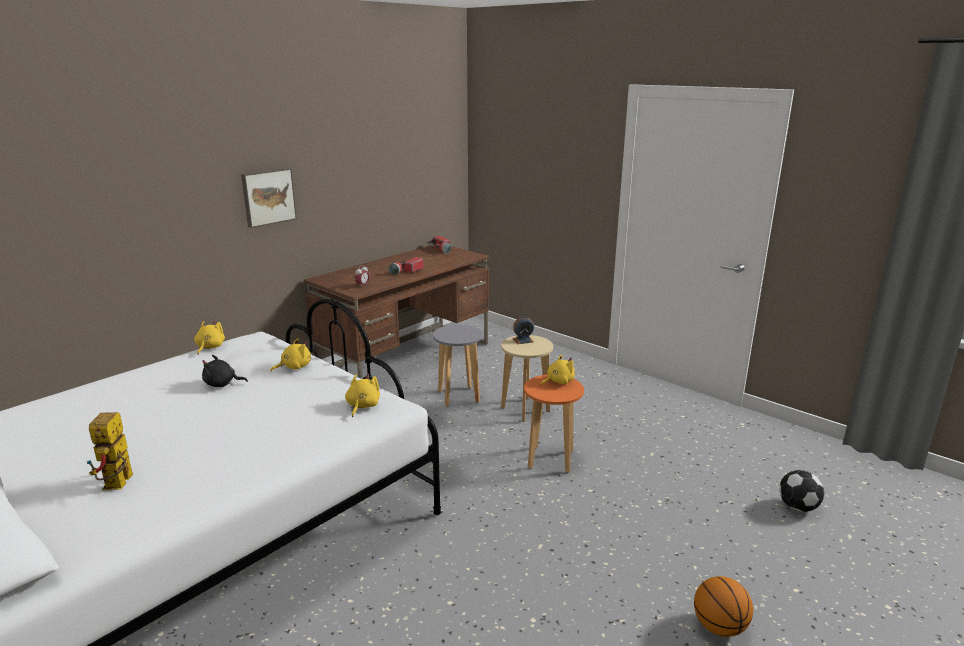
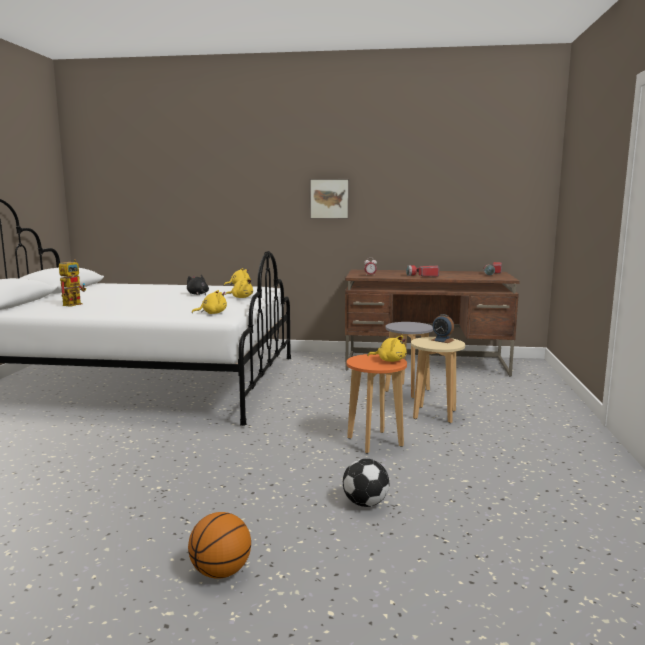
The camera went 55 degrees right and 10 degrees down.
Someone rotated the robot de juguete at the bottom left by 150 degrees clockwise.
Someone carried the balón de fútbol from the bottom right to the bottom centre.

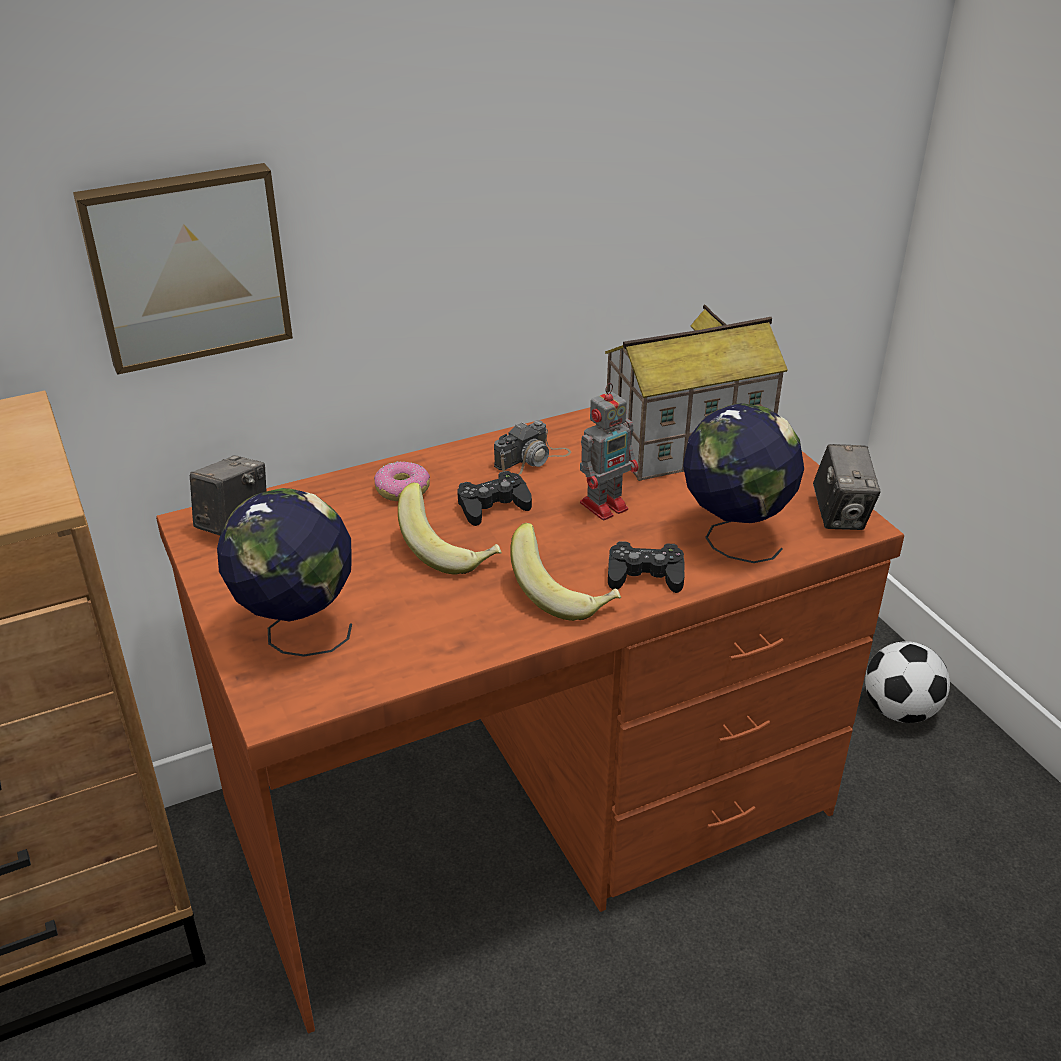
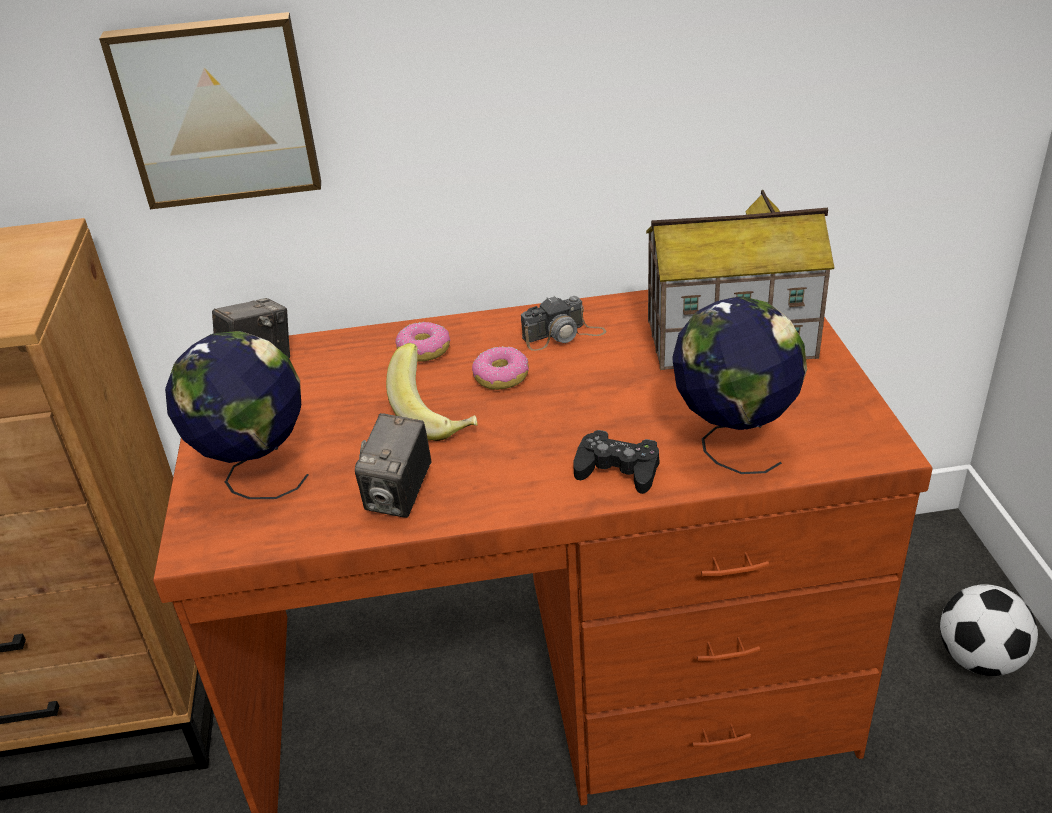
The camera went 20 degrees right and 0 degrees up.
Someone took away the robot de juguete at the centre.
Someone carried the cámara (3rd from left in the first image) from the middle right to the centre.
Someone swapped the mando de consola [negro] (1st from left) at the centre for the rosquilla (2nd from left) at the centre.
Someone took away the plátano (2nd from left) at the centre.

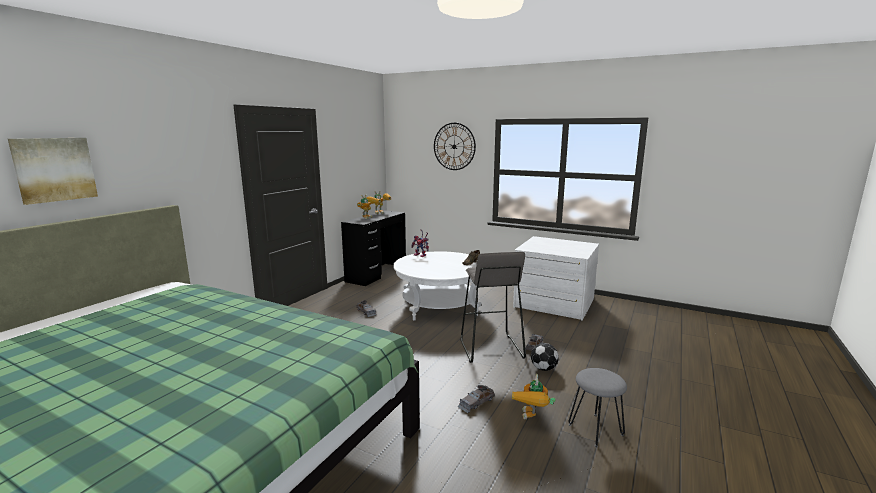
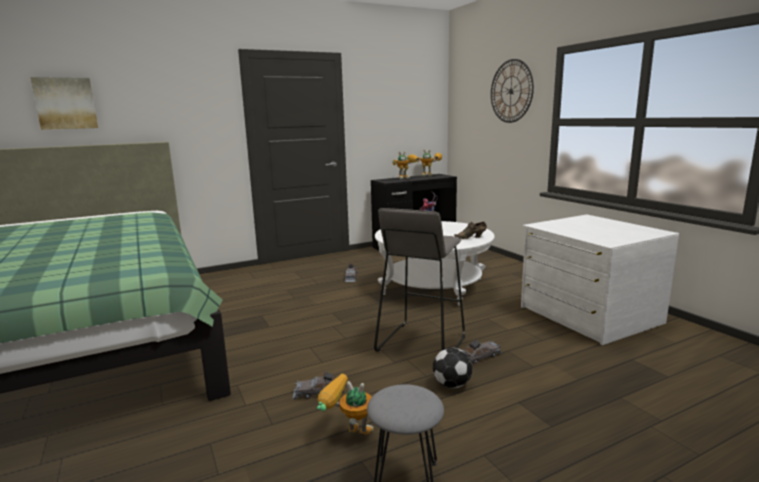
The camera went 35 degrees right and 0 degrees up.
Someone rotated the robot de juguete (4th from left in the first image) at the bottom centre by 60 degrees clockwise.

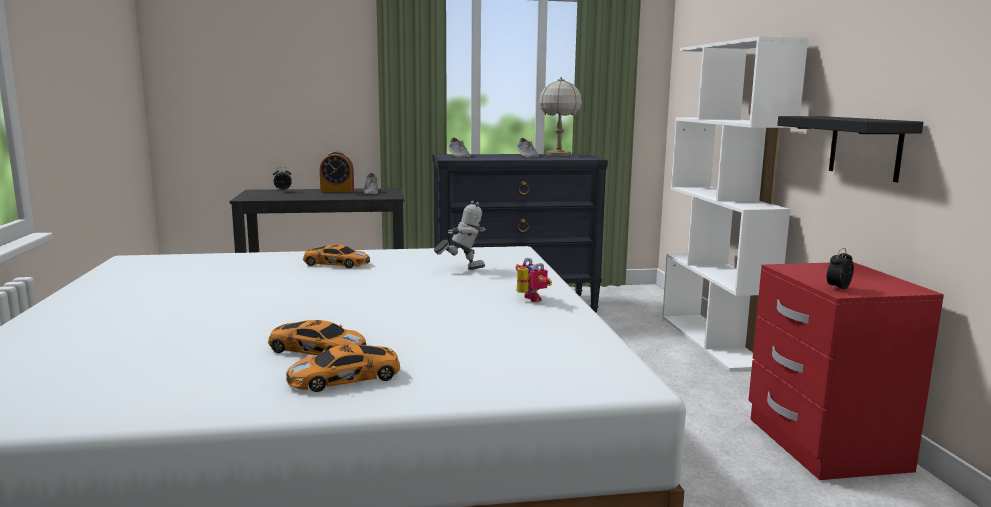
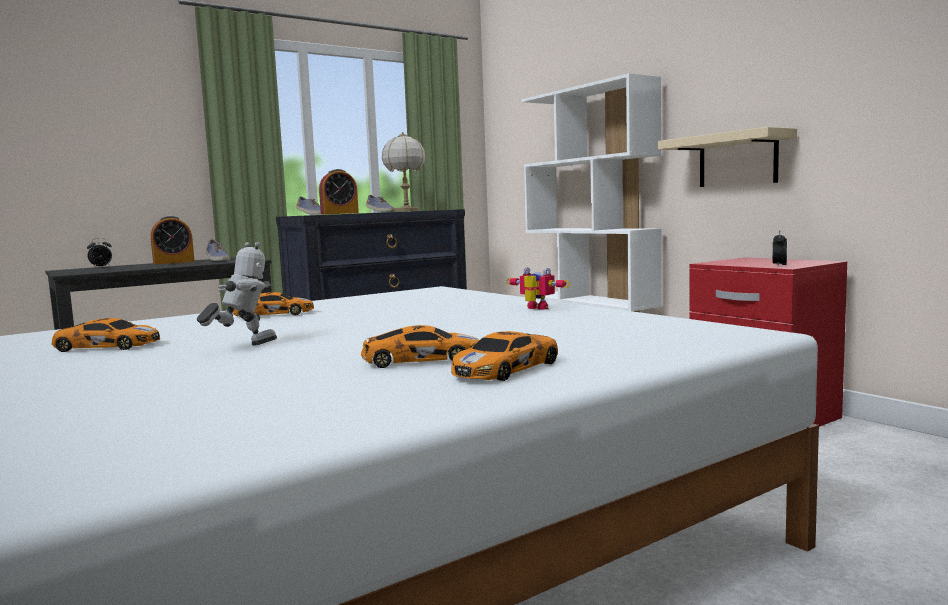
The camera went 25 degrees left and 5 degrees down.
Someone repainted the estante [negro] at the top right, which became the estante [beis] at the top right.
Someone carried the robot de juguete (1st from left) from the centre to the middle left.
Someone put down the despertador (3rd from left) at the top centre.
Someone put down the coche de juguete (1st from left) at the middle left.

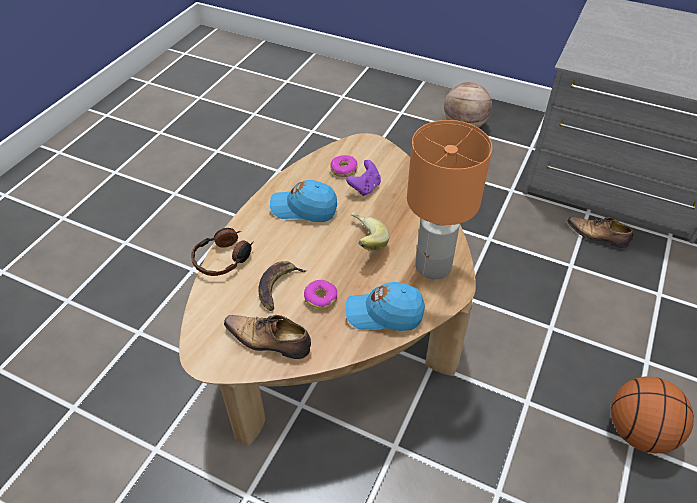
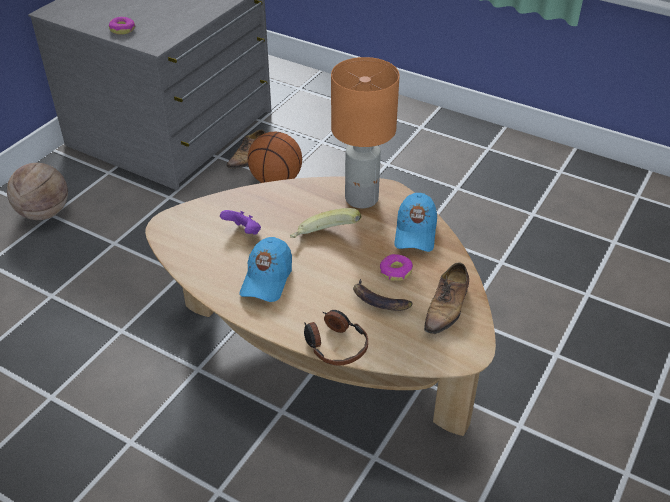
The camera went 85 degrees left and 5 degrees down.
Someone carried the rosquilla (2nd from left in the first image) from the top centre to the top left.
Someone carried the balón de baloncesto (2nd from left) from the bottom right to the top centre.

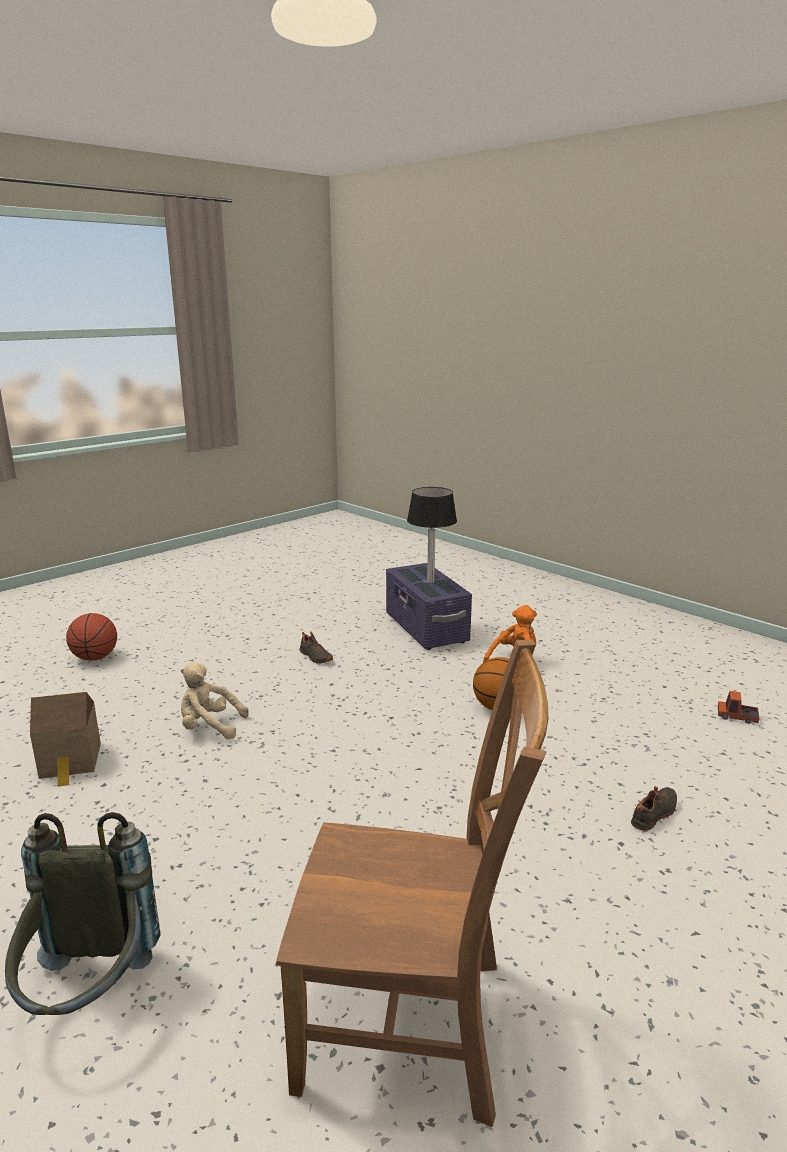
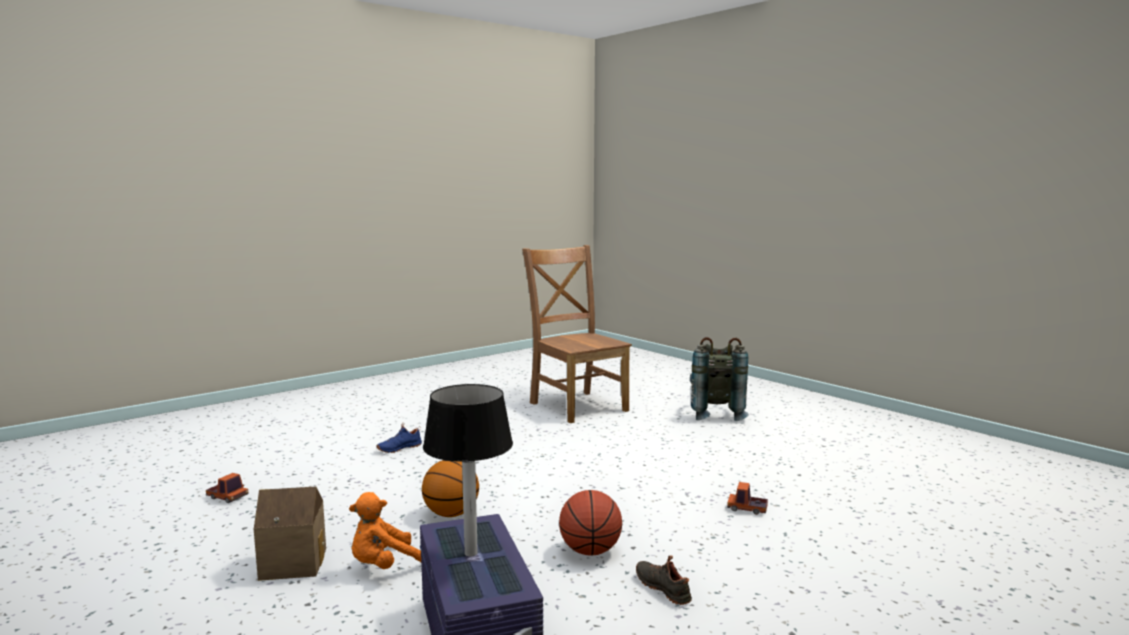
The camera went 175 degrees left and 10 degrees down.
Someone carried the balón de baloncesto (1st from left in the first image) from the middle left to the bottom centre.
Someone rotated the silla [marrón] at the bottom centre by 45 degrees clockwise.
Someone swapped the peluche [beis] at the middle left for the camión de juguete (2nd from left) at the bottom centre.
Someone carried the casita from the middle left to the bottom left.
Someone repainted the zapato [negro] (2nd from left) at the bottom right, which became the zapato [azul] at the bottom centre.

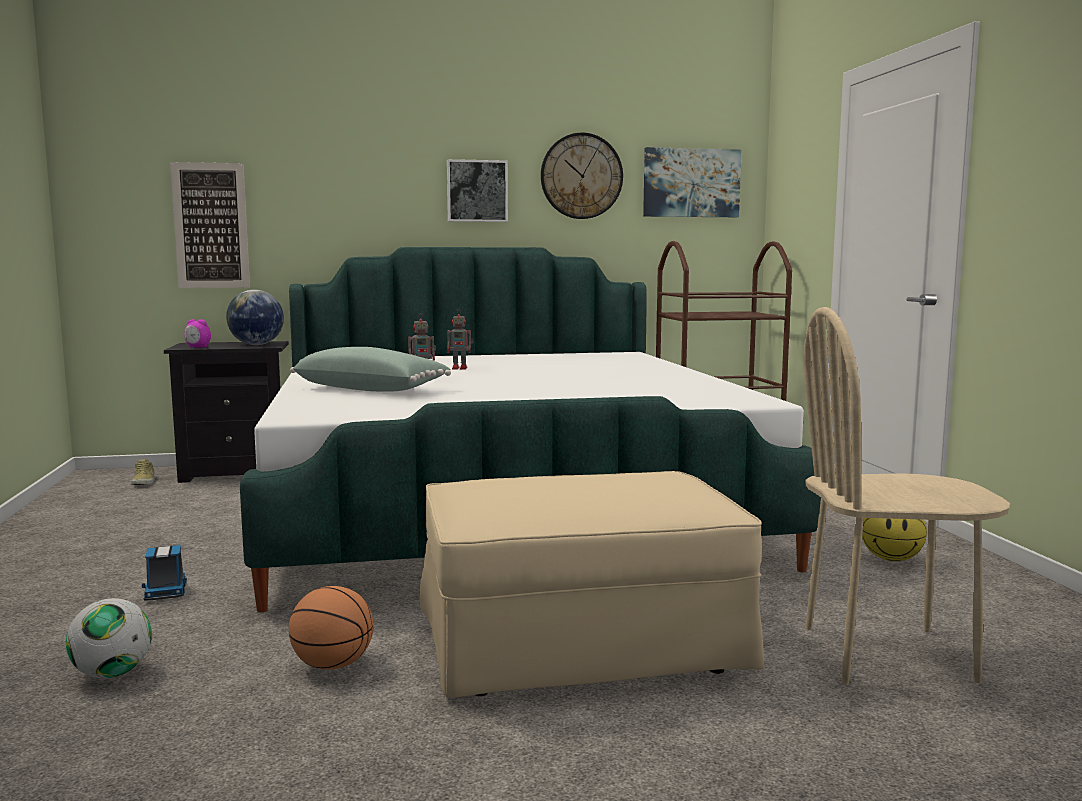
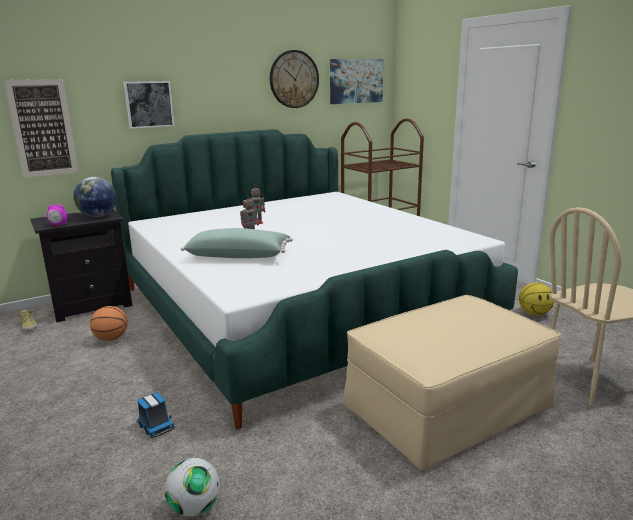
The camera went 20 degrees left and 10 degrees up.
Someone carried the cuadro (2nd from left) from the top centre to the top left.
Someone carried the balón de baloncesto (1st from left) from the bottom left to the middle left.

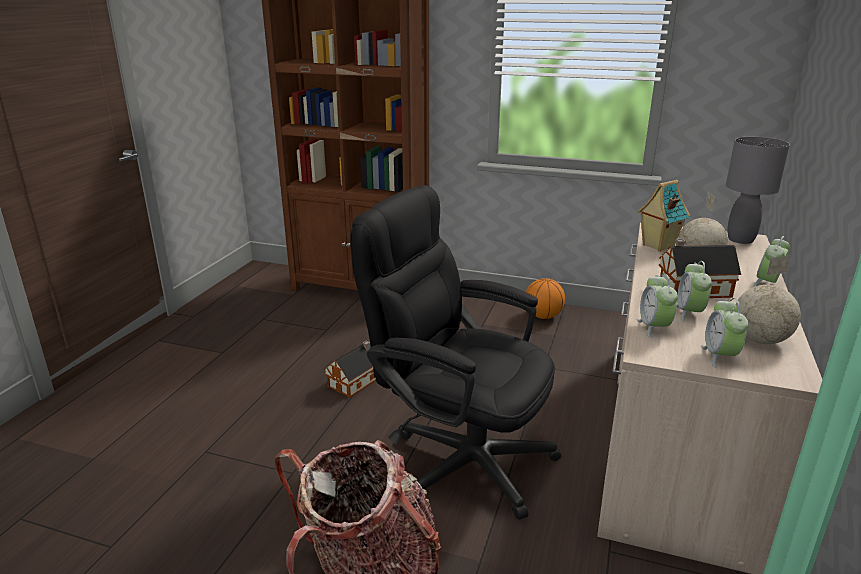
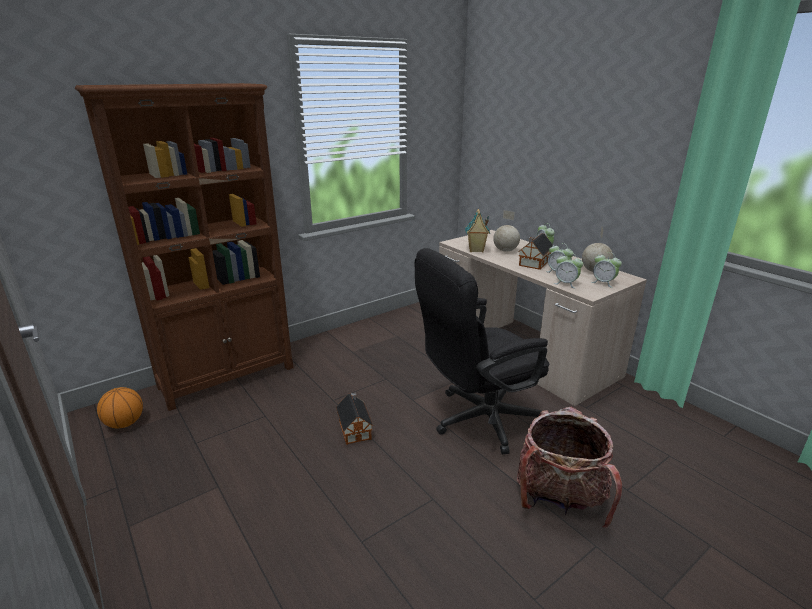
The camera went 55 degrees left and 0 degrees up.
Someone took away the lámpara de mesa [gris] at the top right.
Someone carried the balón de baloncesto from the centre to the bottom left.

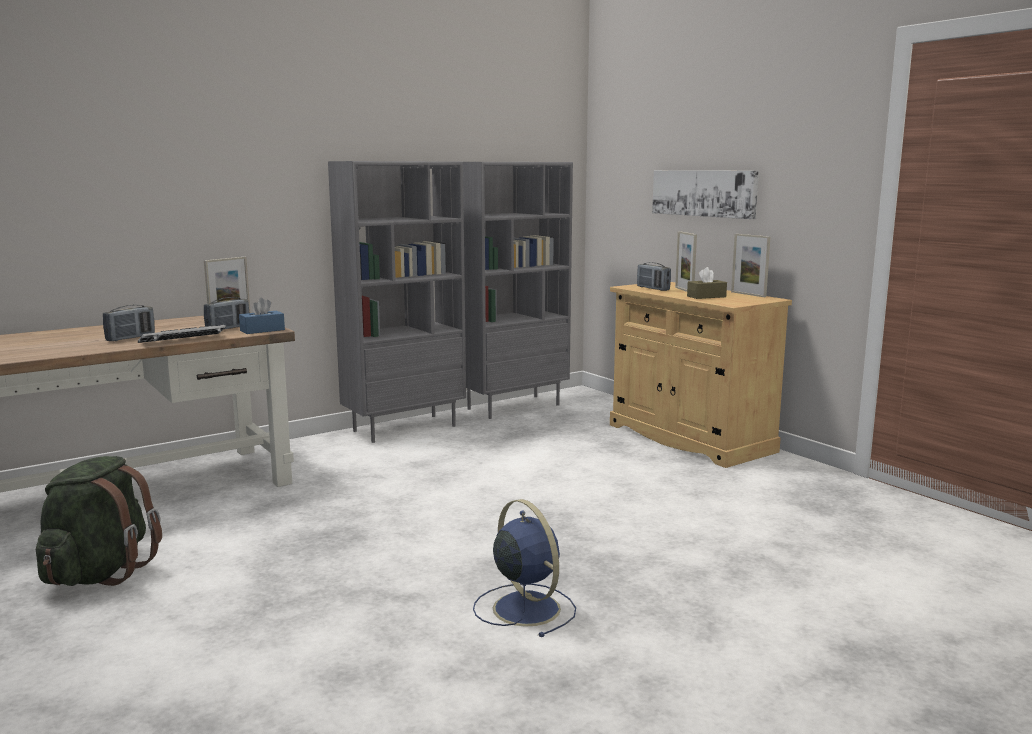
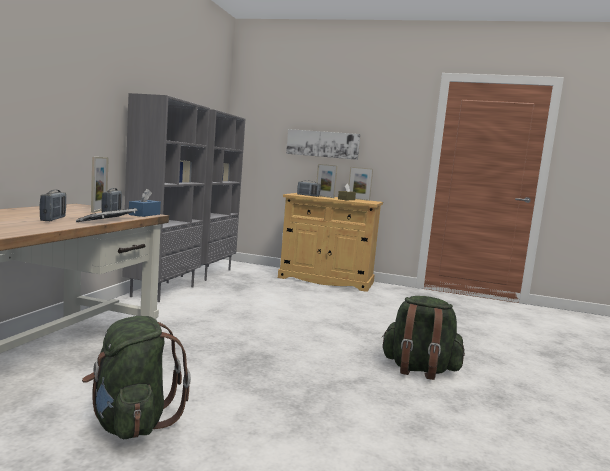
The camera went 40 degrees left and 5 degrees down.
Someone swapped the ventilador [azul] at the bottom centre for the mochila [verde] (2nd from left) at the bottom right.

